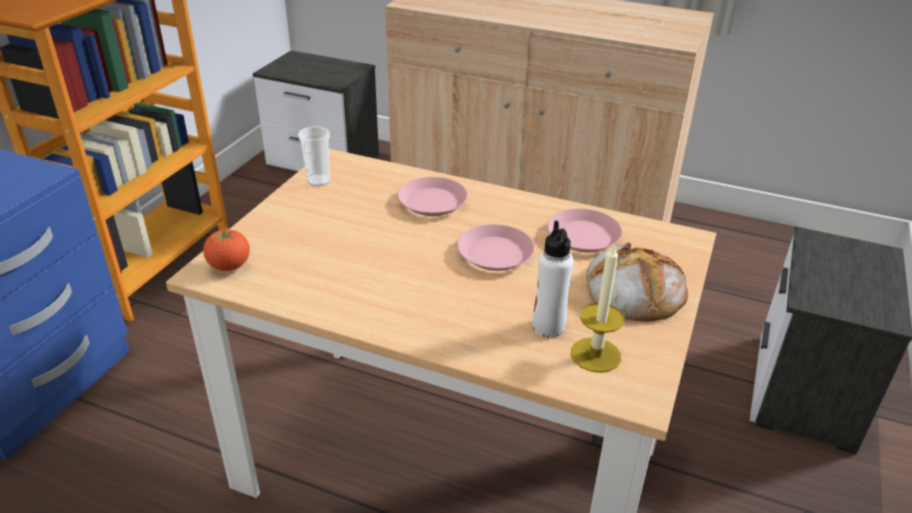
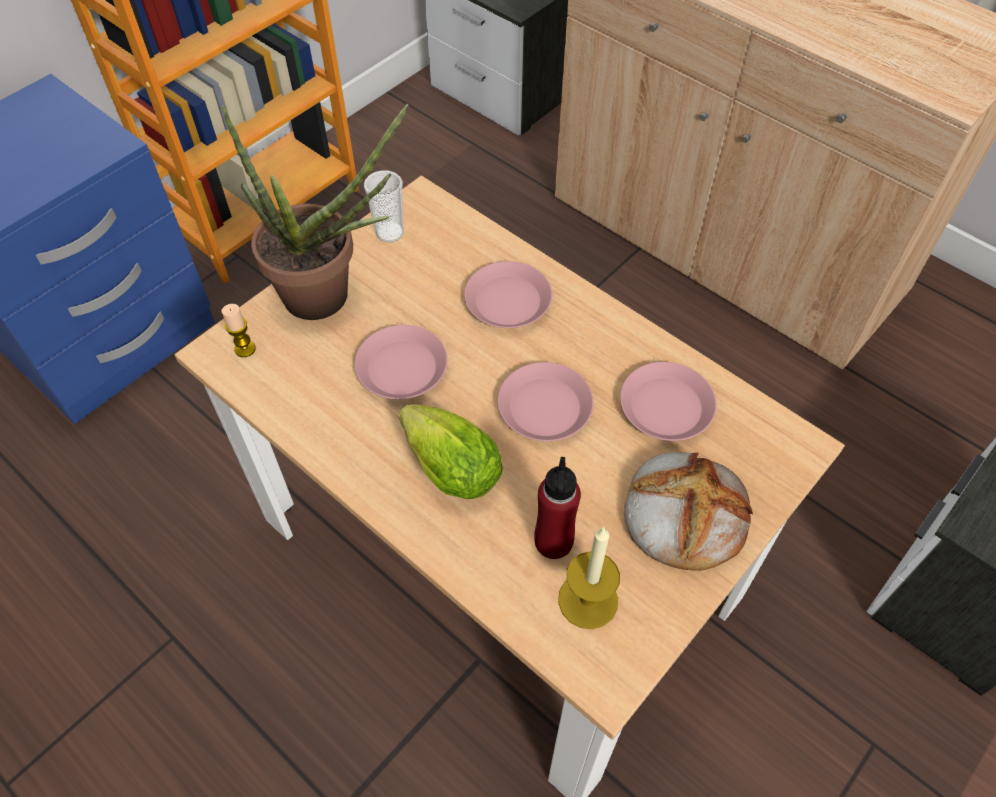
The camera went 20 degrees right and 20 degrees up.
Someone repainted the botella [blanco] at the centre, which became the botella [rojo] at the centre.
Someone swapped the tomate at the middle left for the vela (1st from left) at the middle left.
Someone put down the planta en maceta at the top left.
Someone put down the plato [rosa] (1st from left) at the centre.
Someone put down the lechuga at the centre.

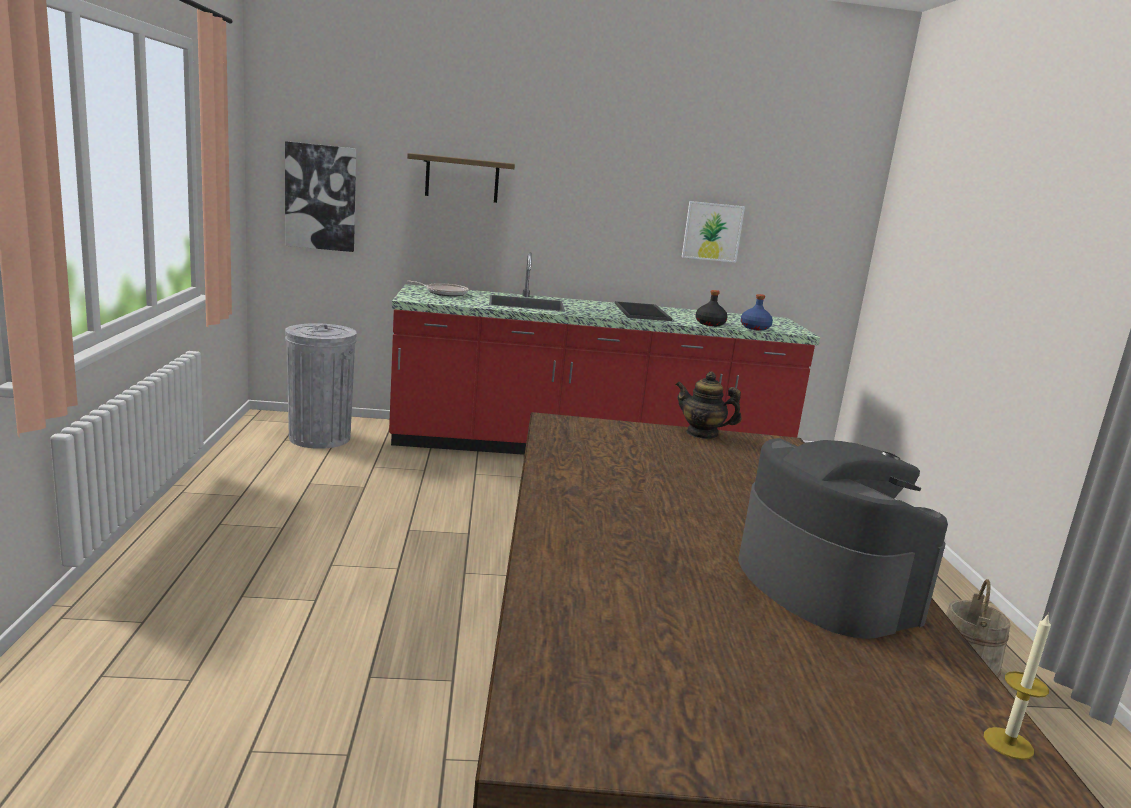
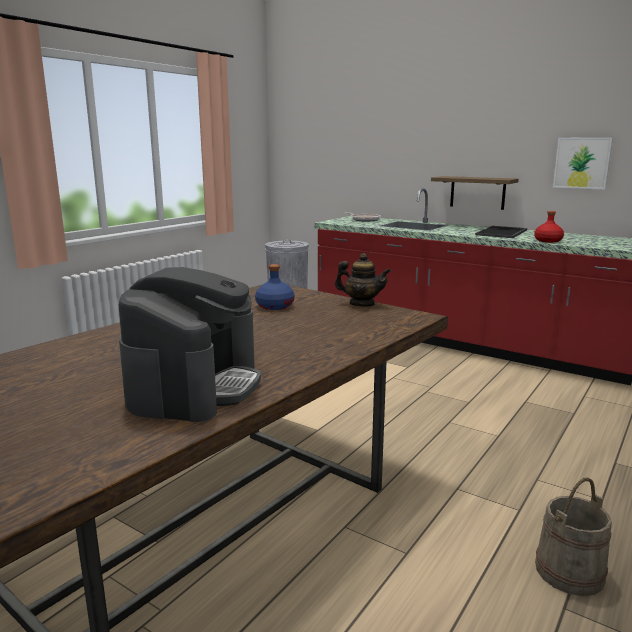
The camera went 40 degrees right and 0 degrees up.
Someone took away the cuadro (1st from left) at the top left.
Someone carried the estante from the top centre to the top right.
Someone repainted the botella [negro] at the centre, which became the botella [rojo] at the middle right.
Someone carried the botella [azul] from the middle right to the centre.
Someone rotated the tetera at the centre by 135 degrees clockwise.
Someone took away the vela at the bottom right.

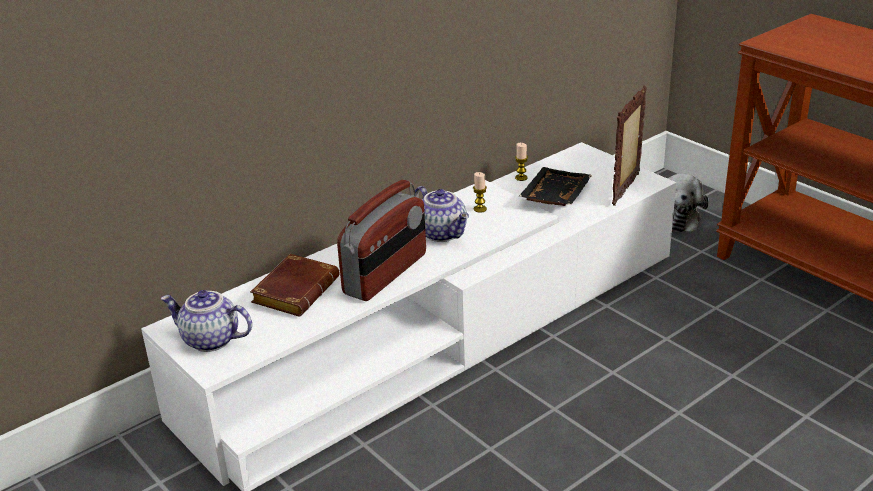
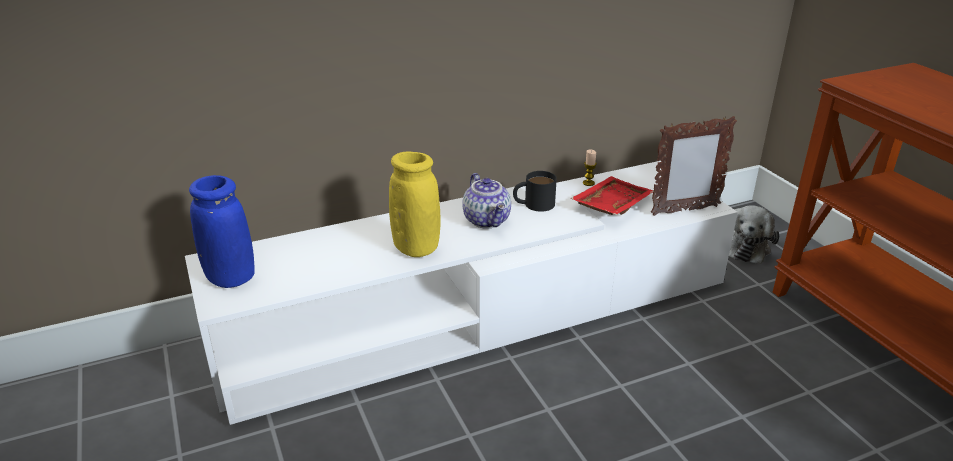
The camera went 15 degrees right and 0 degrees up.
Someone rotated the portarretratos at the top right by 150 degrees counterclockwise.
Someone repainted the bandeja [negro] at the centre, which became the bandeja [rojo] at the centre.
Someone swapped the vela (1st from left) at the centre for the taza grande [negro] at the centre.
Someone swapped the radio at the centre for the florero [amarillo] at the centre.
Someone took away the libro [marrón] at the centre.
Someone swapped the tetera (1st from left) at the middle left for the florero [azul] at the middle left.

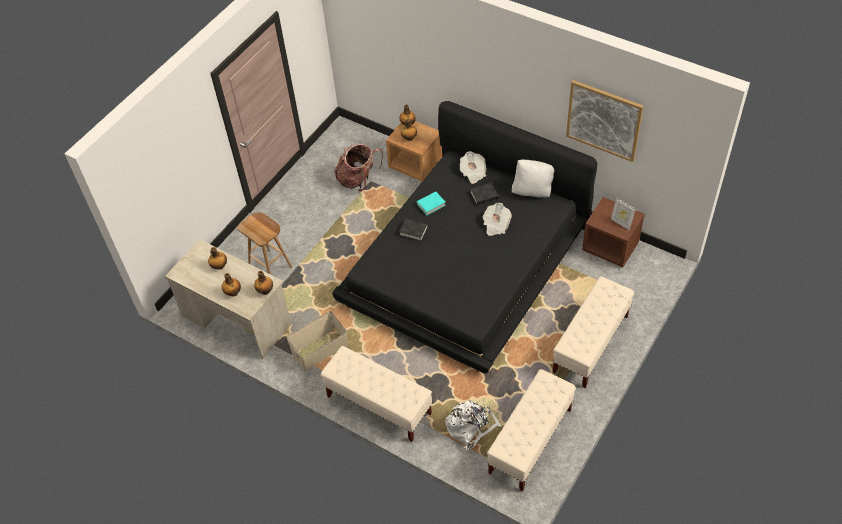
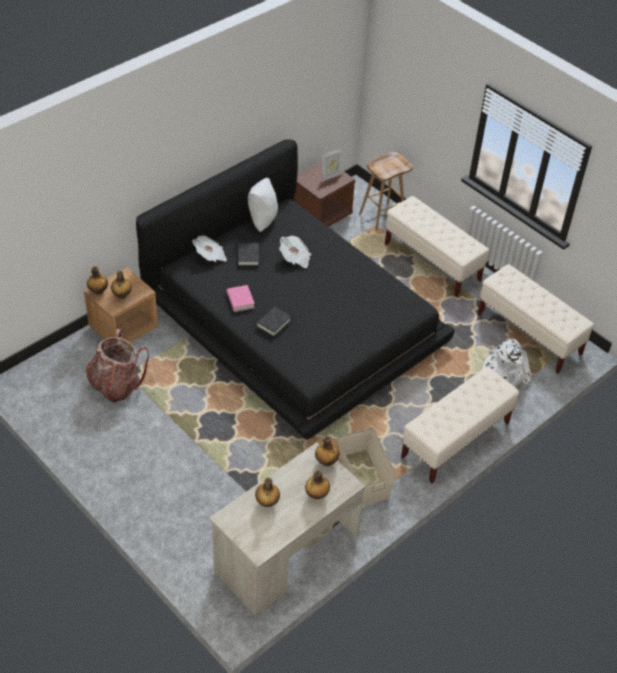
The camera went 80 degrees left and 5 degrees down.
Someone took away the cuadro at the top right.
Someone repainted the libro [turquesa] at the centre, which became the libro [rosa] at the centre.
Someone carried the taburete [marrón] from the middle left to the top centre.

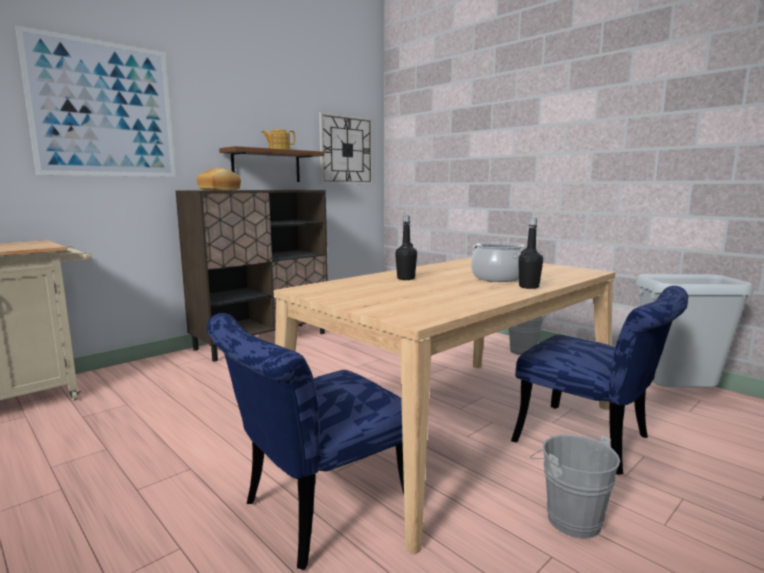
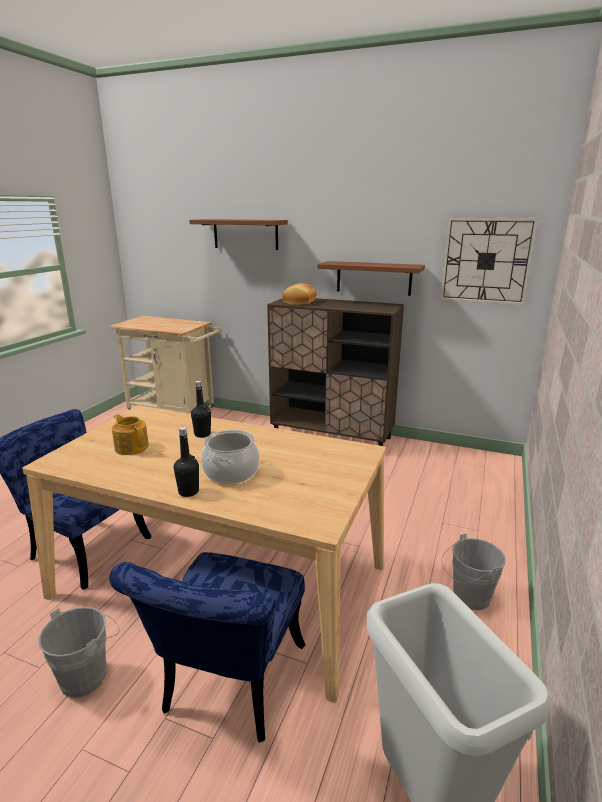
The camera went 65 degrees right and 10 degrees up.
Someone swapped the cuadro at the top left for the estante [marrón] (1st from left) at the top centre.
Someone carried the tetera from the top centre to the middle left.

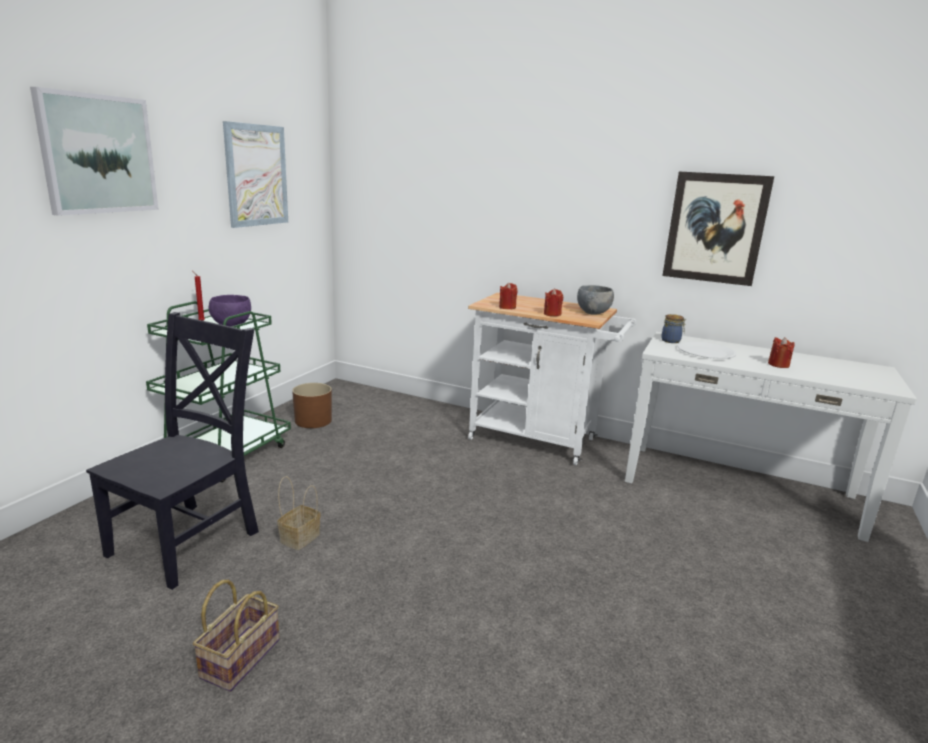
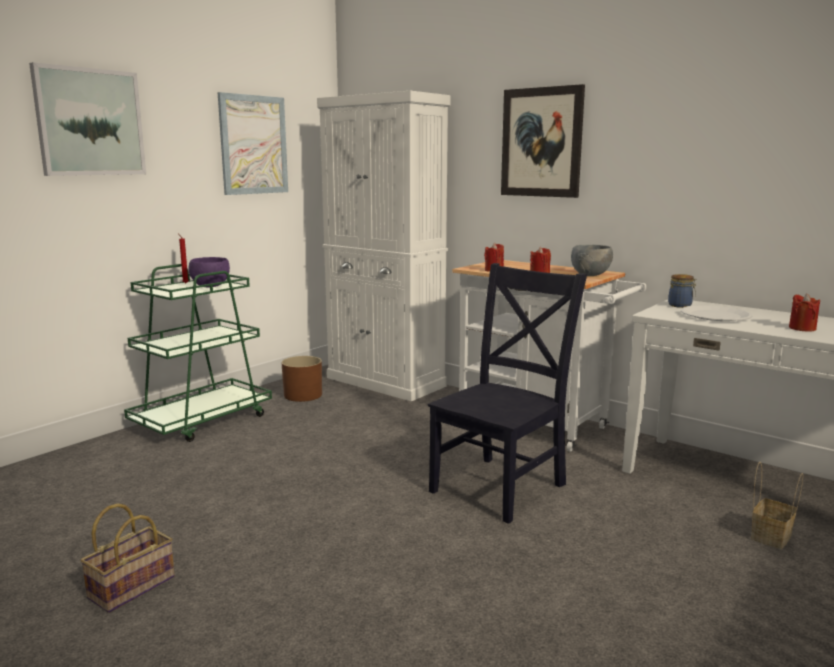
The camera went 15 degrees right and 5 degrees down.
Someone carried the cuadro (3rd from left) from the top right to the top centre.
Someone carried the silla [negro] from the middle left to the centre.
Someone carried the cesta (2nd from left) from the bottom left to the bottom right.
Someone put down the armario [blanco] at the centre.

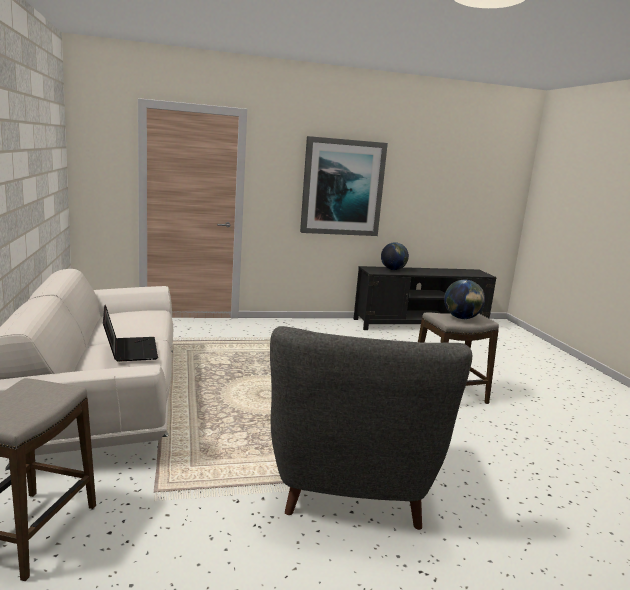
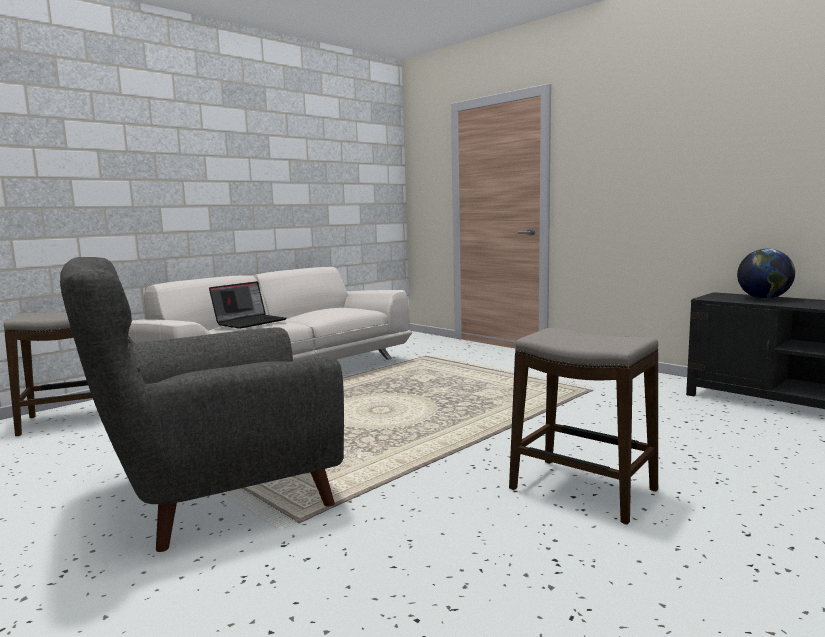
The camera went 60 degrees right and 5 degrees down.
Someone took away the cuadro at the top centre.
Someone took away the globo terráqueo (2nd from left) at the middle right.

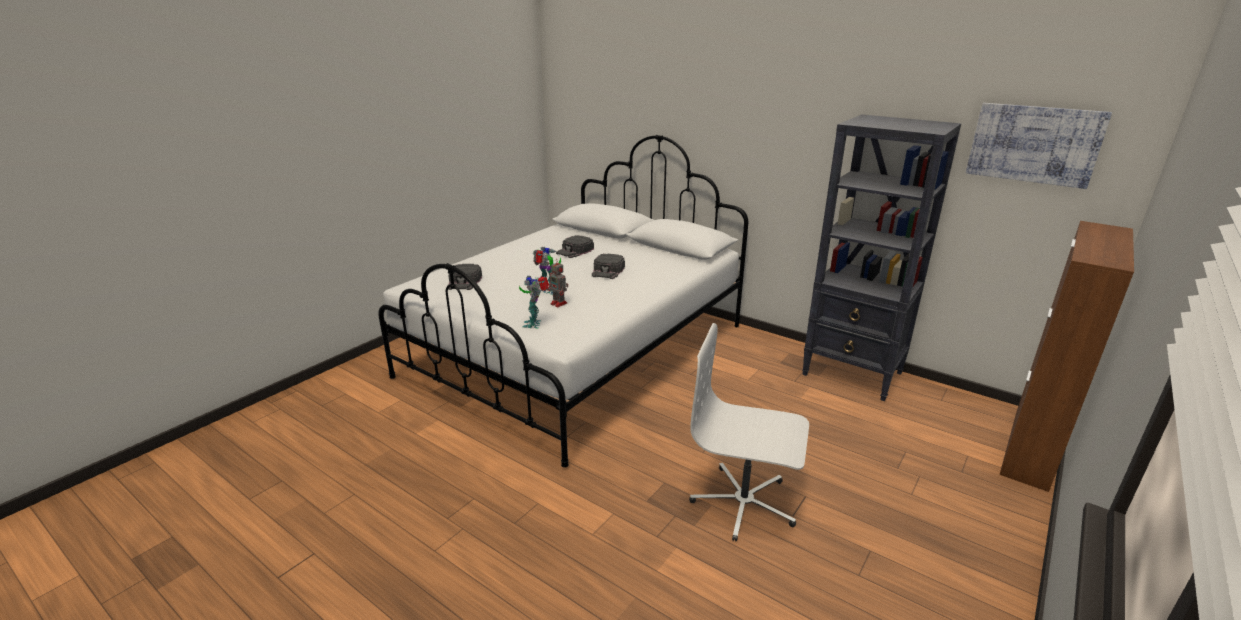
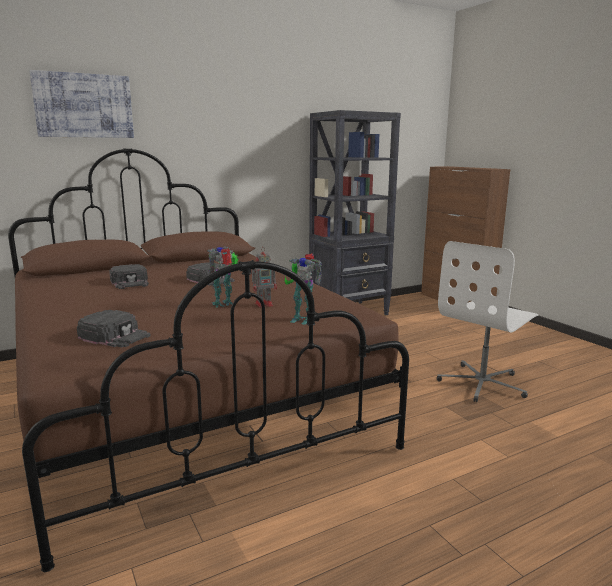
The camera went 65 degrees left and 10 degrees down.
Someone carried the cuadro from the top right to the top left.
Someone repainted the cama [blanco] at the centre, which became the cama [marrón] at the centre.

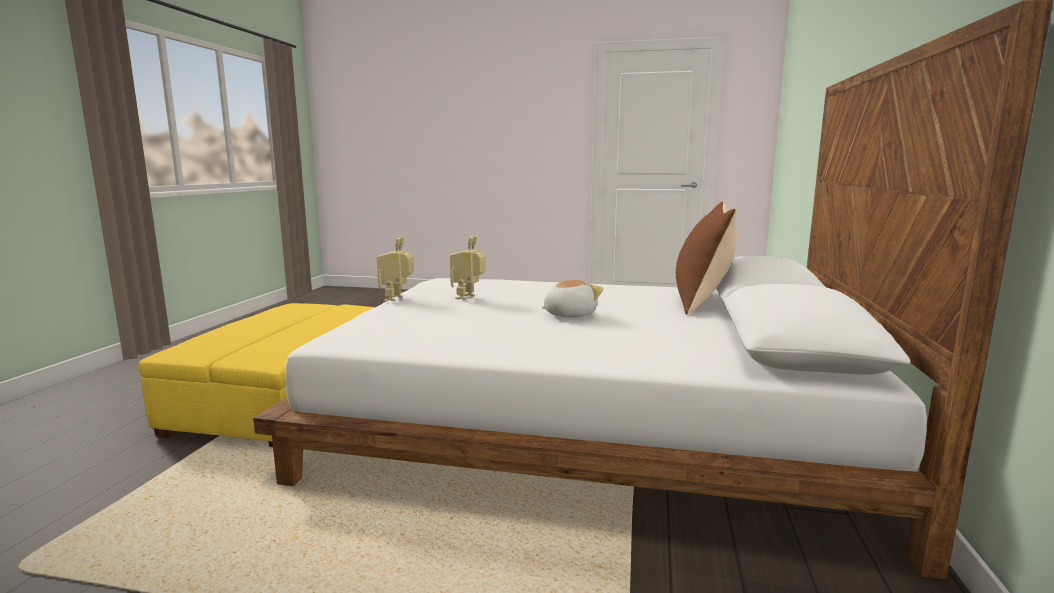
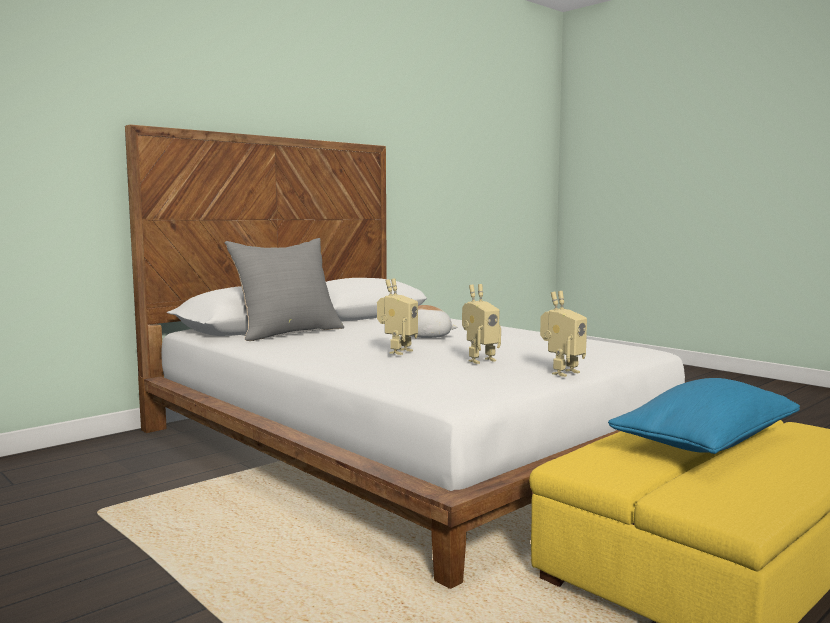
The camera went 145 degrees left and 5 degrees down.
Someone repainted the cojín [marrón] at the middle right, which became the cojín [gris] at the centre.
Someone put down the robot de juguete (1st from left) at the centre.
Someone put down the cojín [azul] at the bottom right.

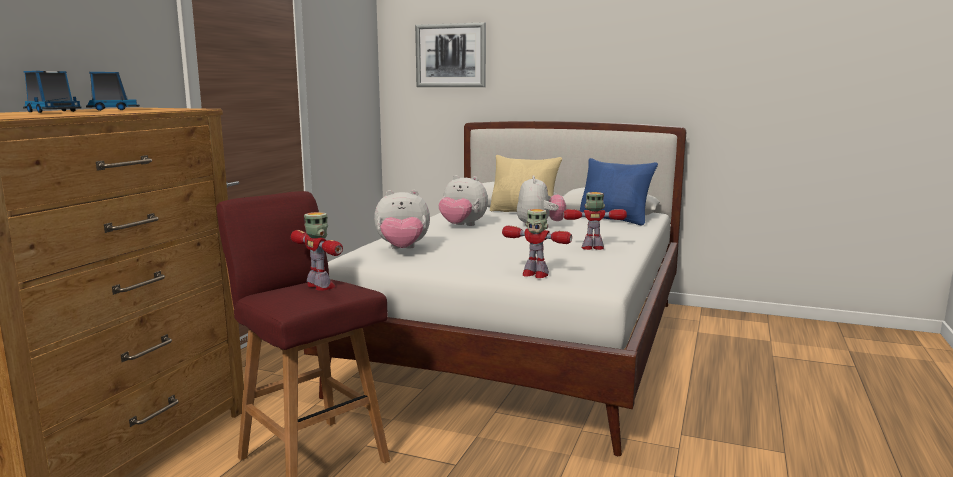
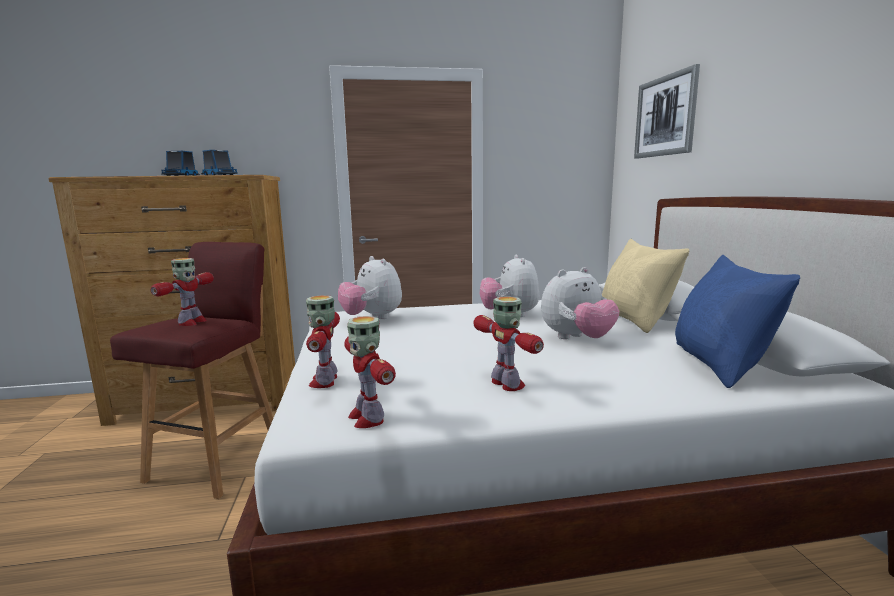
The camera went 60 degrees right and 0 degrees up.
Someone put down the robot de juguete (3rd from left) at the centre.

